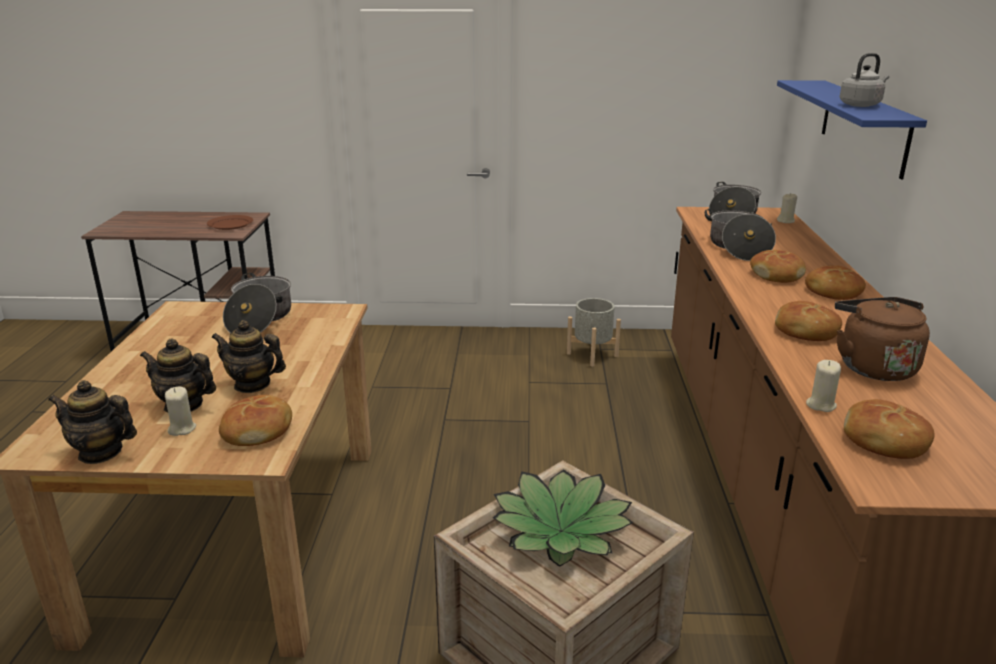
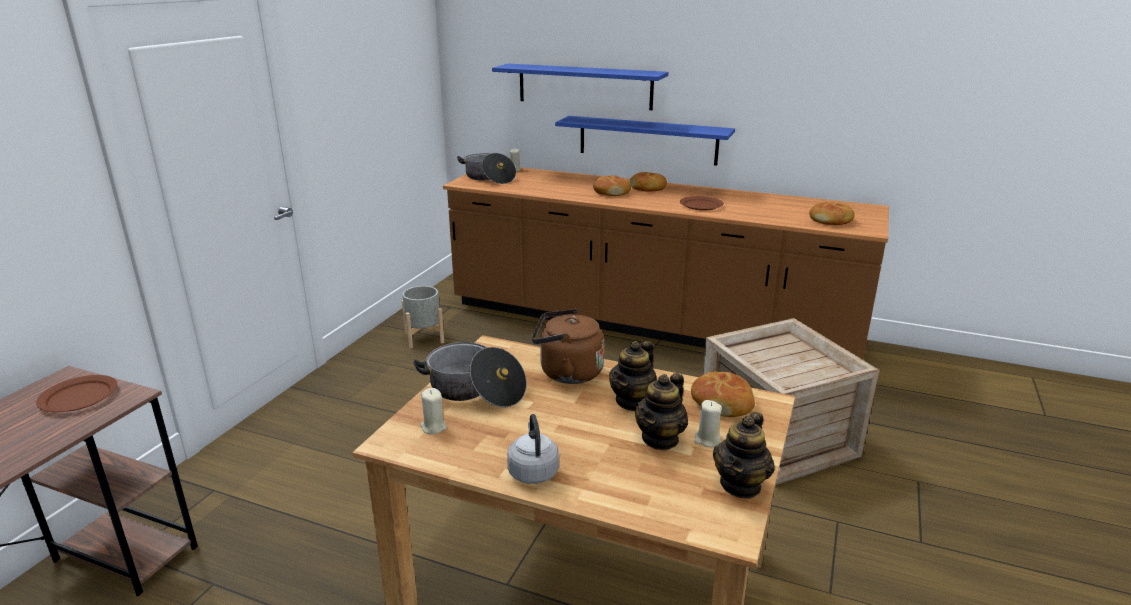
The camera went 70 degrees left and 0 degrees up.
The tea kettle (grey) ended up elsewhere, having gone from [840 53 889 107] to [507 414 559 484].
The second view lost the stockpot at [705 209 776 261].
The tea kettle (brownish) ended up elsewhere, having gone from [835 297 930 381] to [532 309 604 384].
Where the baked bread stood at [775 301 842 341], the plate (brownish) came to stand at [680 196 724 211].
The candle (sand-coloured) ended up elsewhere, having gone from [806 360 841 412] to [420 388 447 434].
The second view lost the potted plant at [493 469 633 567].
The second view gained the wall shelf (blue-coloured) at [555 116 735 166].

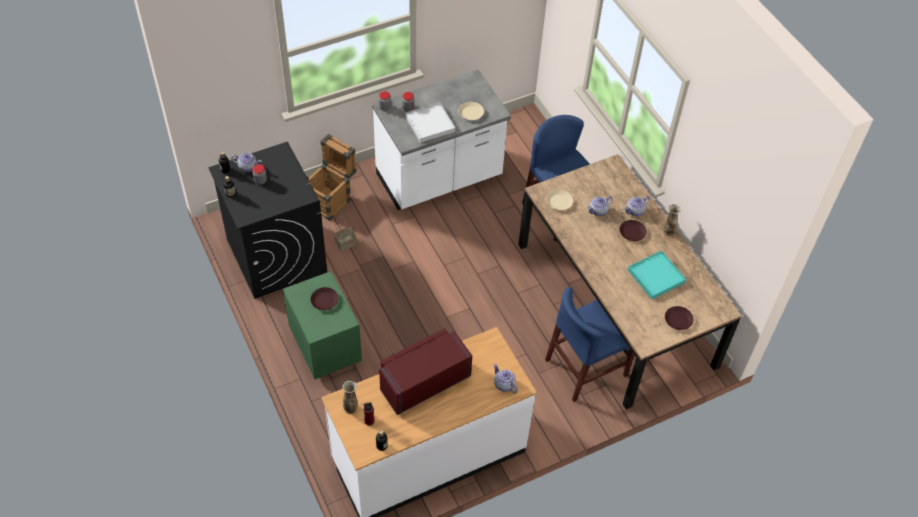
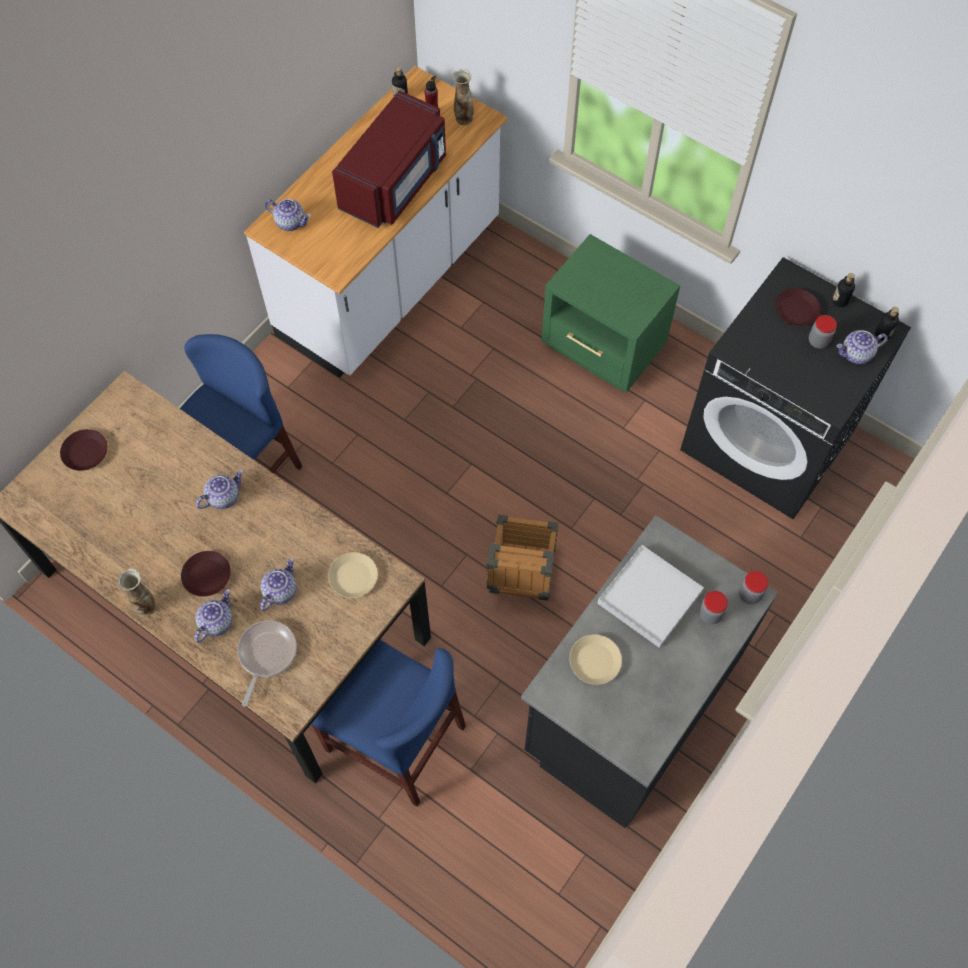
The camera went 155 degrees right and 10 degrees up.
What was the kitchen counter (white-coloured) at [372 70 511 210] turned into the kitchen counter (blackish) at [521 515 778 828].
The packing crate ended up elsewhere, having gone from [309 134 357 221] to [486 515 558 601].
The second view lost the basket at [334 216 356 251].
The second view lost the carrying tray (blue-green) at [628 251 686 299].
The plate (brownish) ended up elsewhere, having gone from [310 287 339 310] to [774 288 821 326].
The second view gained the teapot at [196 470 243 509].
The second view gained the frying pan at [237 620 297 707].

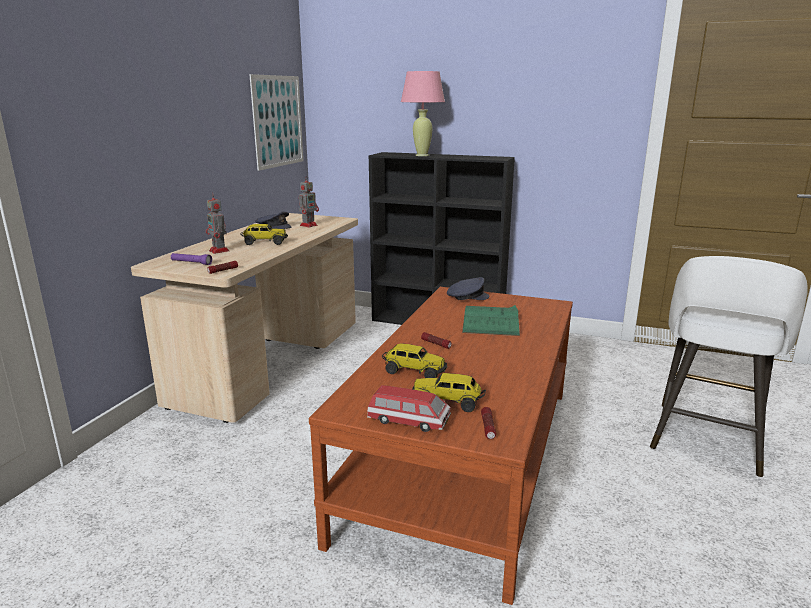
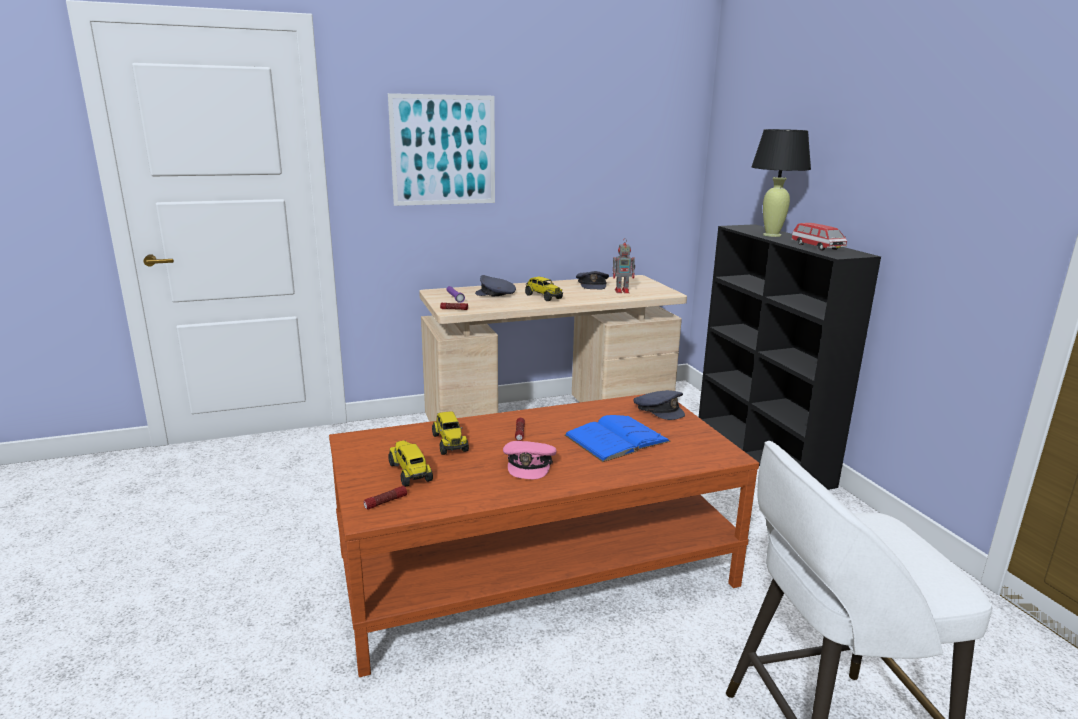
The camera went 50 degrees right and 0 degrees up.
What was the lamp for a table (pink-coloured) at [401 71 445 156] turned into the lamp for a table (blackish) at [751 129 811 237].
The wall picture ended up elsewhere, having gone from [249 74 303 171] to [388 93 495 206].
Where the robot figure stood at [206 193 229 254], the peaked cap (grey) came to stand at [475 275 516 296].
What was the bound book (green) at [462 305 520 336] turned into the bound book (blue-coloured) at [564 415 671 462].
The miniature car ended up elsewhere, having gone from [367 385 451 432] to [792 223 847 251].
The second view gained the peaked cap (pink-coloured) at [503 441 556 479].

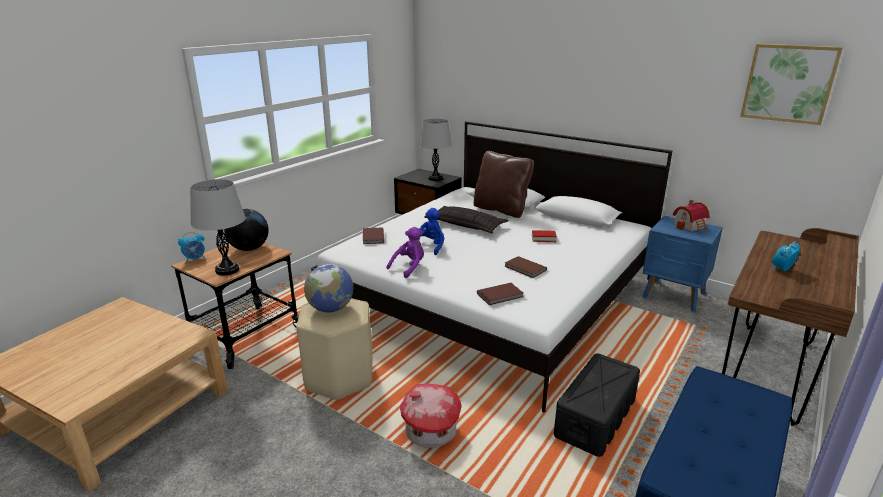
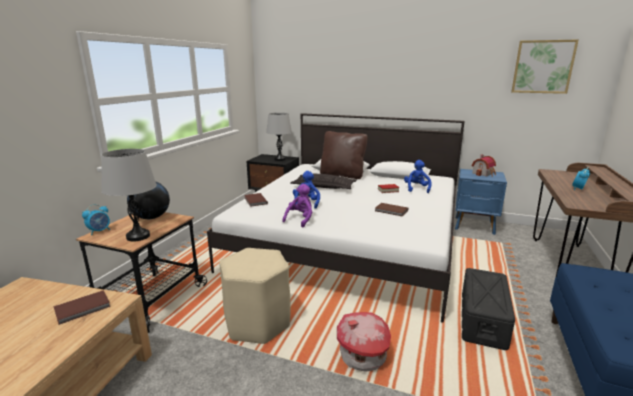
The camera went 15 degrees left and 5 degrees down.
The second view lost the globe at [304 264 353 312].
The bound book (brownish) ended up elsewhere, having gone from [477 283 523 305] to [54 290 111 325].
The second view gained the soft toy (blue-coloured) at [404 160 432 193].

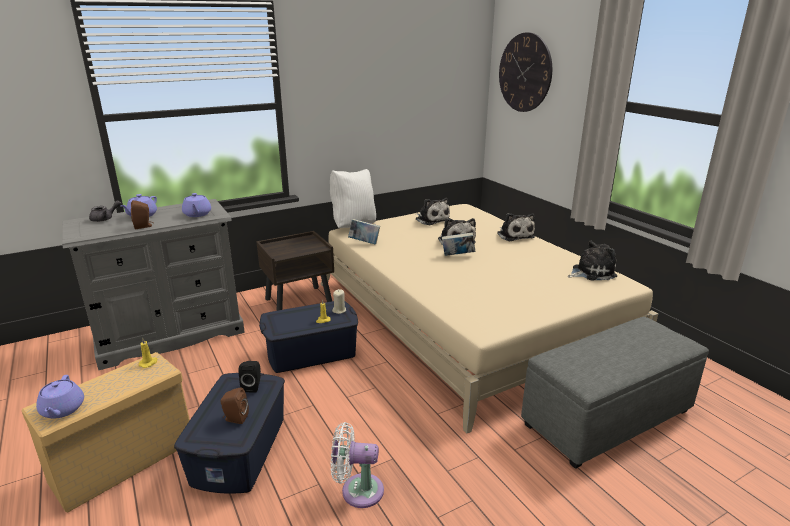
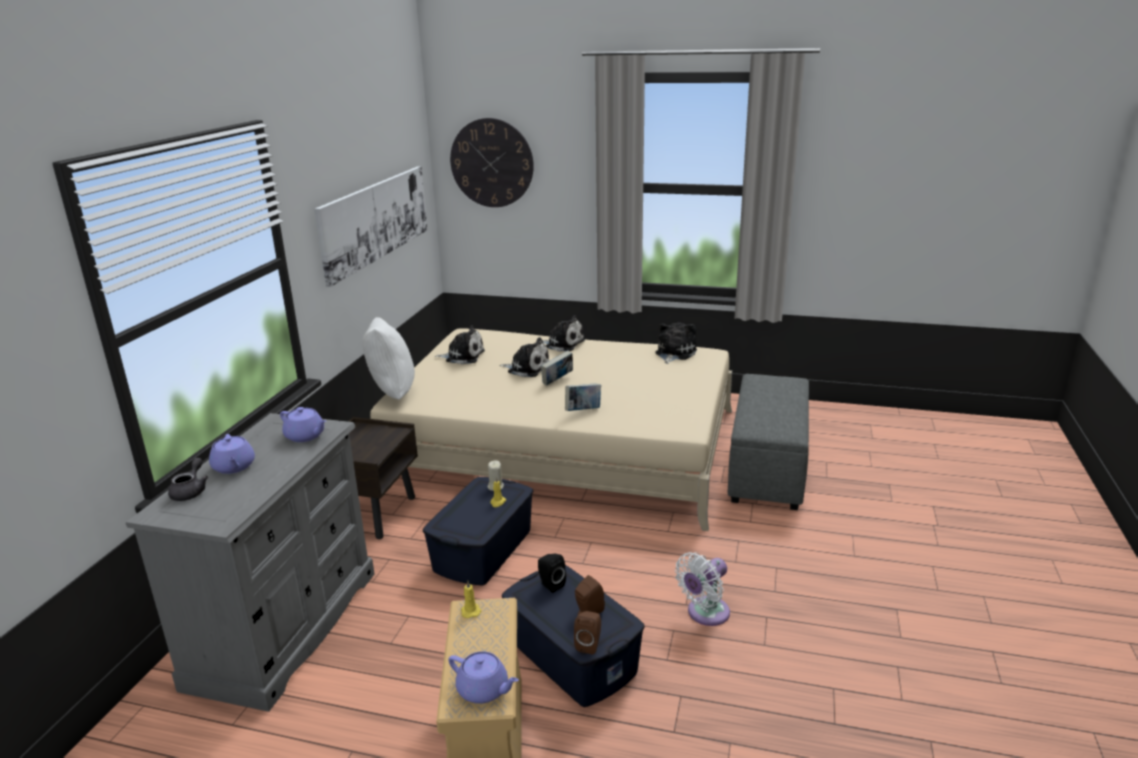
The camera went 45 degrees left and 0 degrees up.
The speaker (brownish) ended up elsewhere, having gone from [131 200 153 229] to [574 611 601 655].
The bound book ended up elsewhere, having gone from [348 219 380 245] to [565 383 601 411].
The second view gained the wall picture at [314 166 427 287].

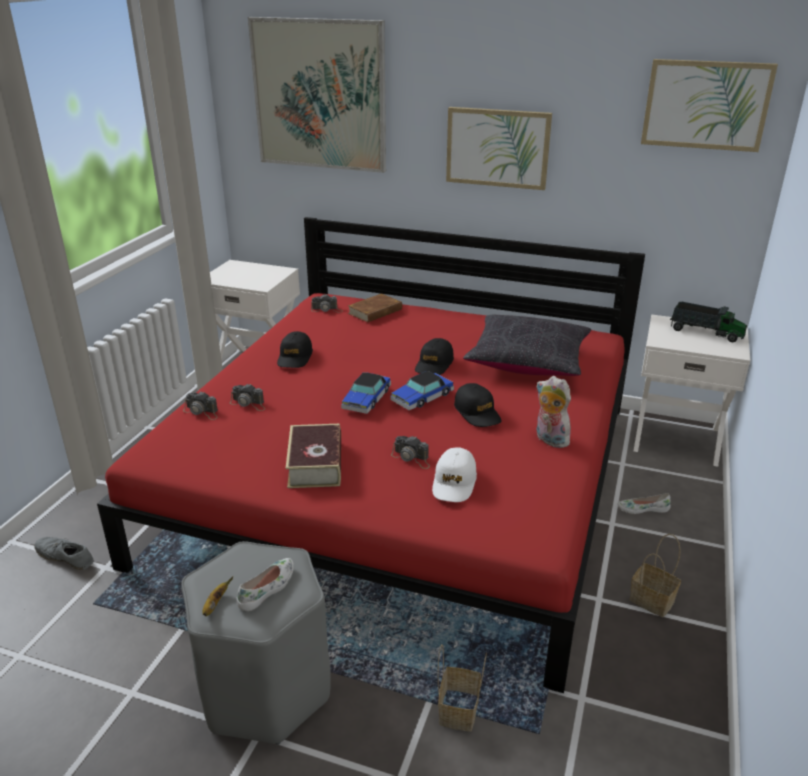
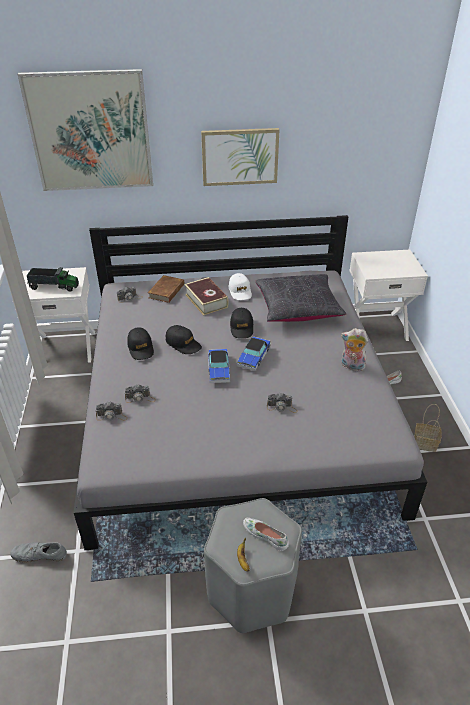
The camera went 25 degrees left and 10 degrees up.
The second view lost the wall picture at [641 59 778 152].
What was the bed (red-coloured) at [97 217 645 693] turned into the bed (grey) at [74 215 427 550].
The toy lorry ended up elsewhere, having gone from [670 302 747 343] to [27 267 79 292].
The peaked cap (blackish) ended up elsewhere, having gone from [454 383 501 427] to [166 325 202 354].
The bound book ended up elsewhere, having gone from [286 424 341 488] to [185 277 229 316].
The peaked cap (white-coloured) ended up elsewhere, having gone from [432 447 477 502] to [229 273 252 300].
The shoe (white-coloured) at [237 558 294 611] ended up facing another way, 60 degrees counterclockwise from before.
The second view lost the basket at [438 644 487 732].

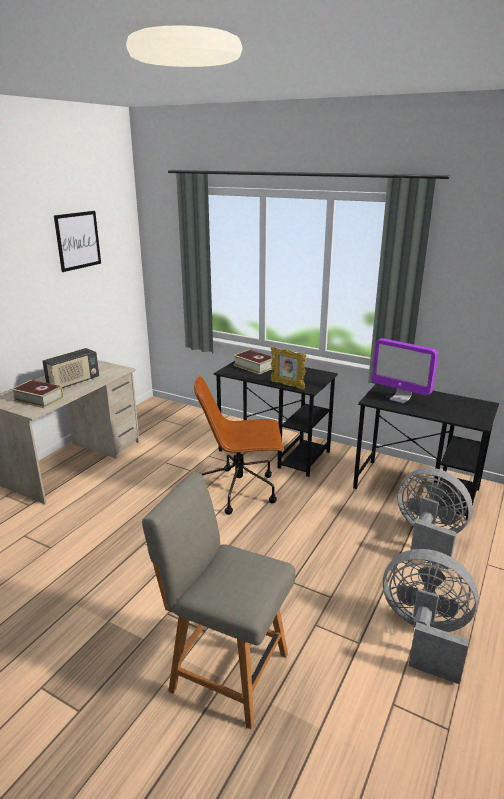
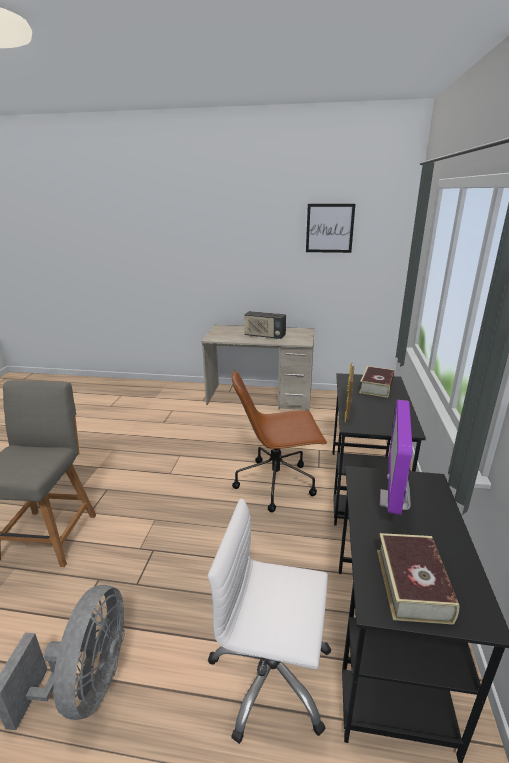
The camera went 70 degrees right and 0 degrees up.
The desk chair (brownish) at [194 375 284 515] ended up facing another way, 75 degrees counterclockwise from before.
The bound book ended up elsewhere, having gone from [11 380 64 408] to [377 533 459 625].
Where the fan (grey) stood at [397 468 473 569], the desk chair (white-coloured) came to stand at [208 499 331 744].

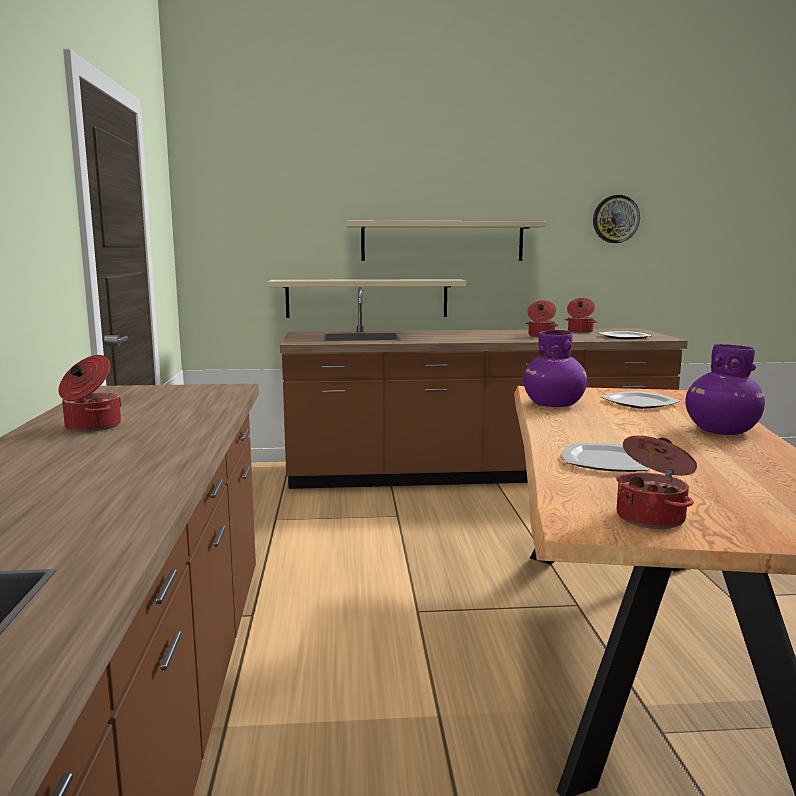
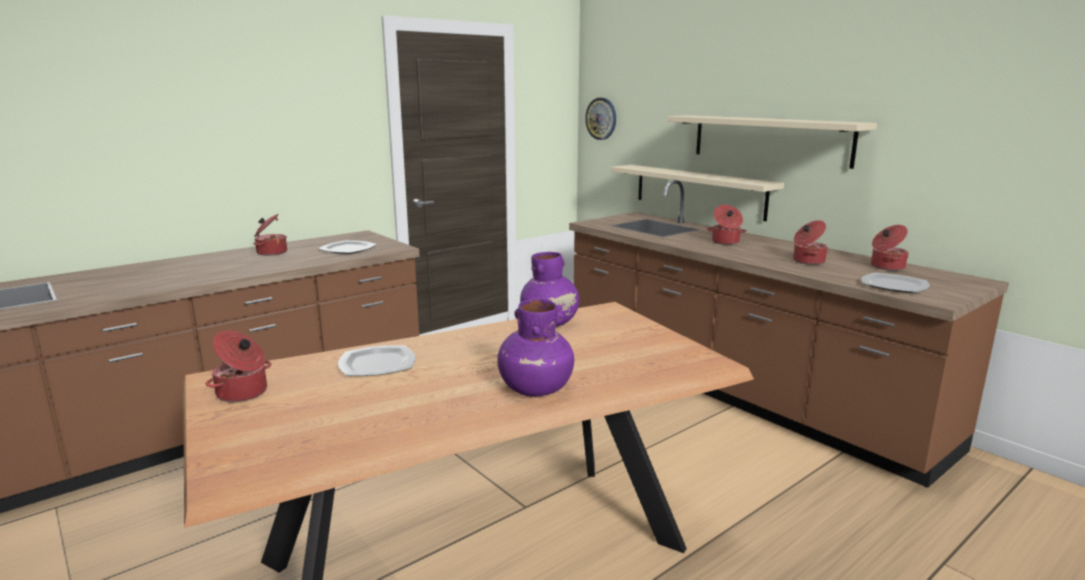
The camera went 55 degrees right and 5 degrees up.
The wall clock ended up elsewhere, having gone from [593 195 640 243] to [585 98 616 140].
The plate ended up elsewhere, having gone from [600 391 680 409] to [318 240 377 254].
The second view gained the stockpot at [707 205 747 245].

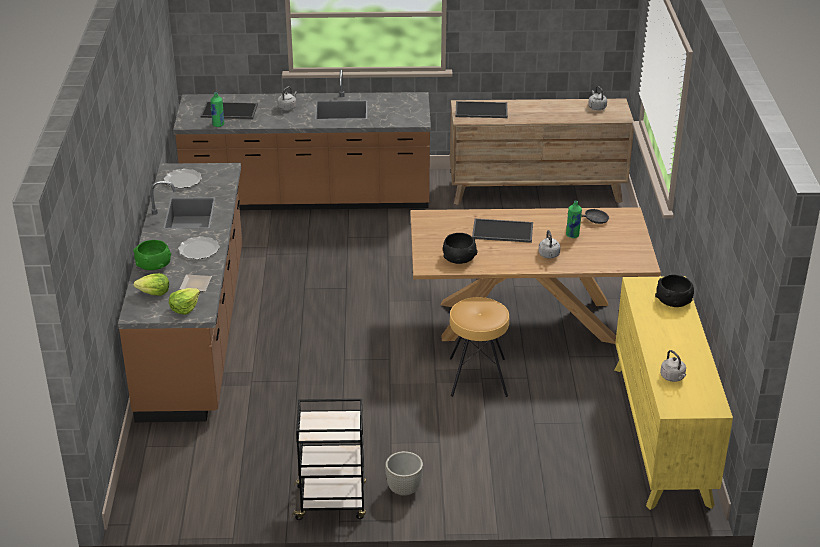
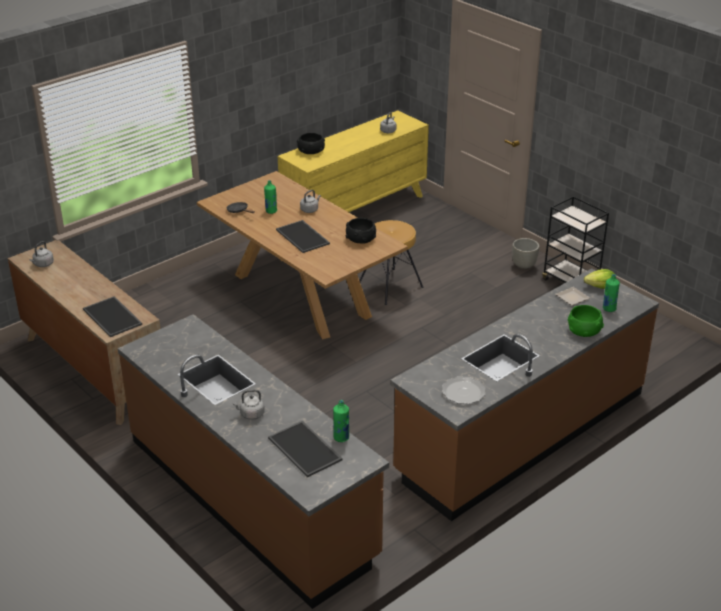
The camera went 130 degrees left and 0 degrees up.
The second view lost the plate at [178 236 220 259].
Where the head of lettuce stood at [134 273 169 296], the beverage bottle (green) came to stand at [603 274 620 312].

